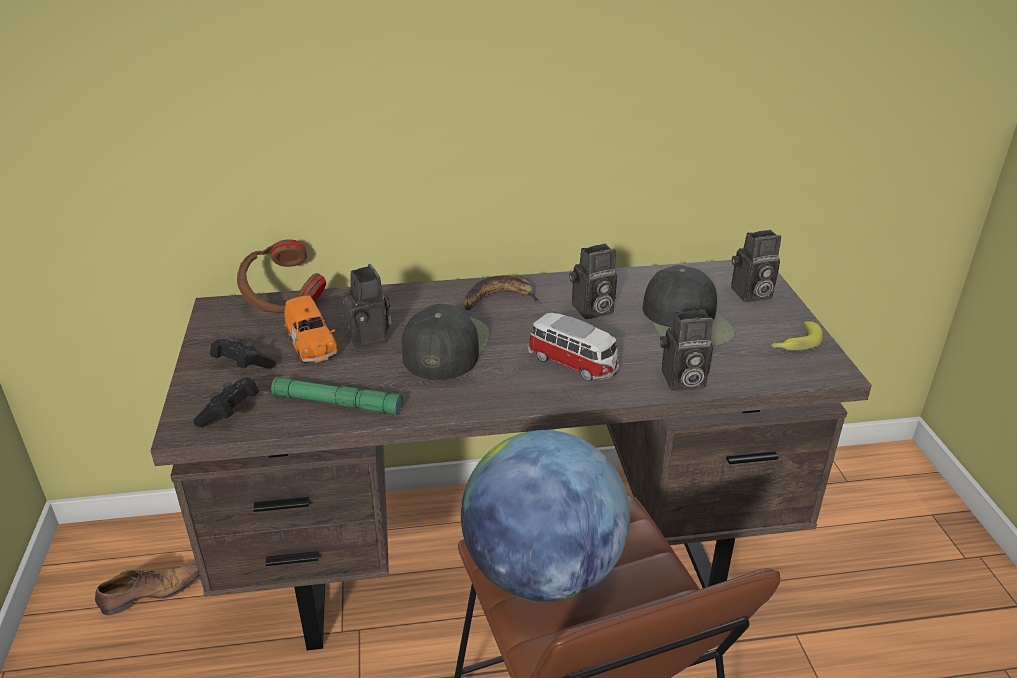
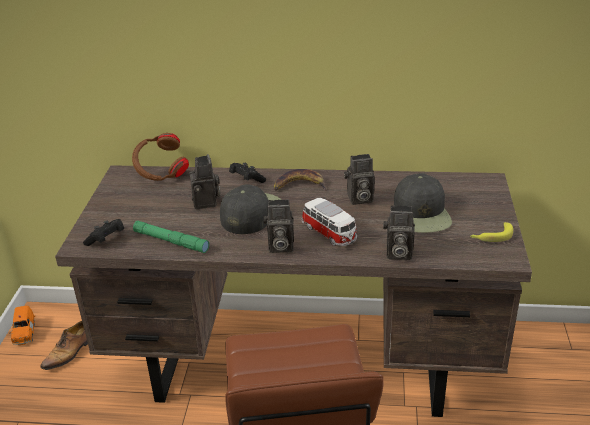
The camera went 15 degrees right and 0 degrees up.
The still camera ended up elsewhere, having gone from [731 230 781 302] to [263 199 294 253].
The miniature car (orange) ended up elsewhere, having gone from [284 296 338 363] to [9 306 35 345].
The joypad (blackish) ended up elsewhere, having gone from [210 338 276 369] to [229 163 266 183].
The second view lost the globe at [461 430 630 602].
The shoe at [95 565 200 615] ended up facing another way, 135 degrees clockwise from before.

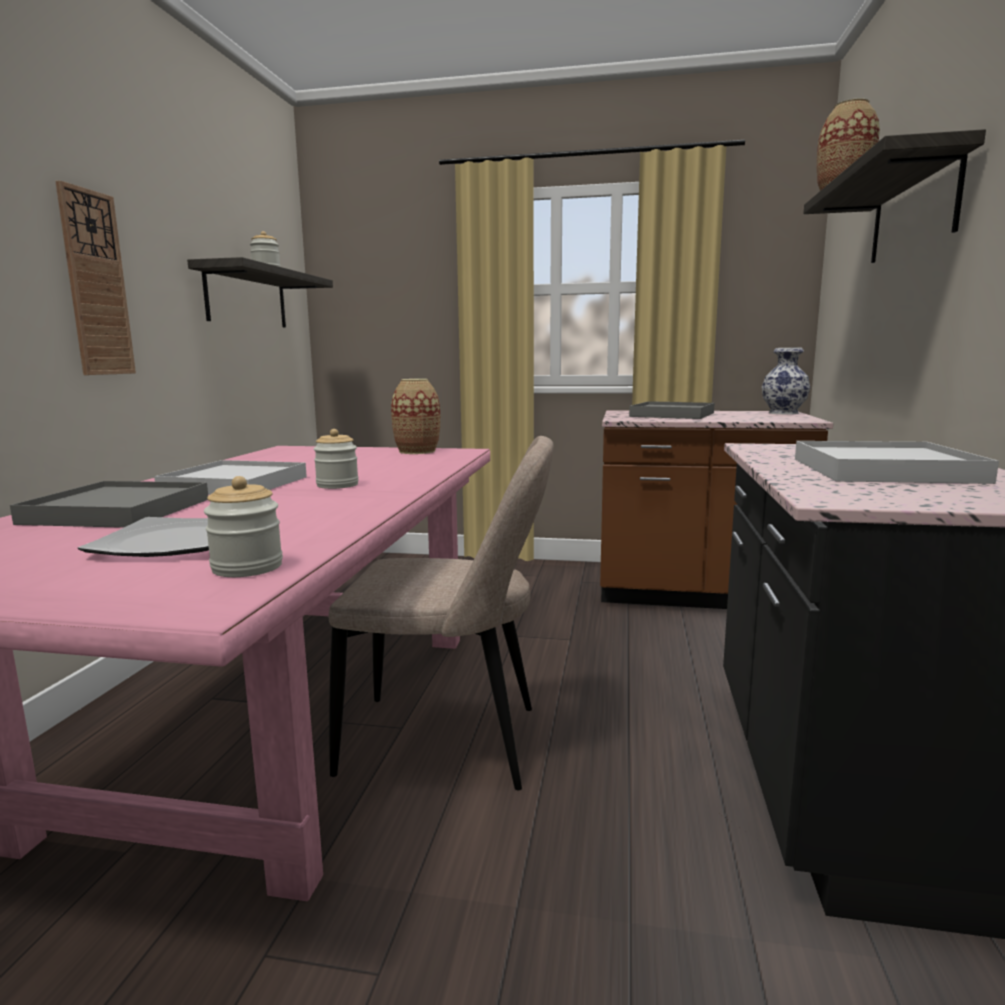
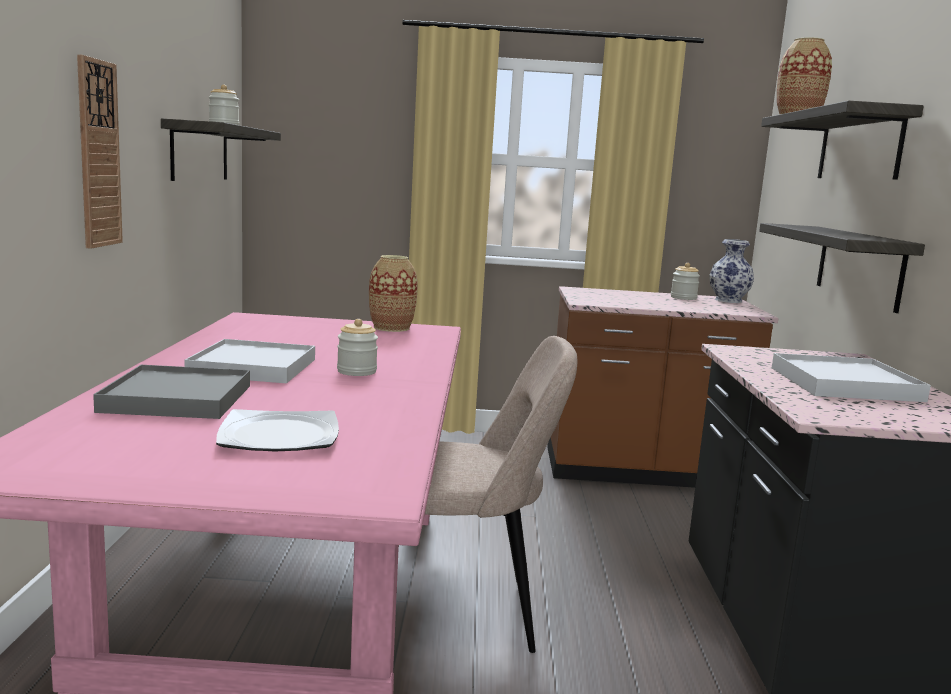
The camera went 10 degrees left and 0 degrees up.
The second view lost the carrying tray (grey) at [629 401 715 419].
The preserve jar ended up elsewhere, having gone from [204 476 283 577] to [671 263 700 300].
The second view gained the wall shelf at [759 223 925 313].

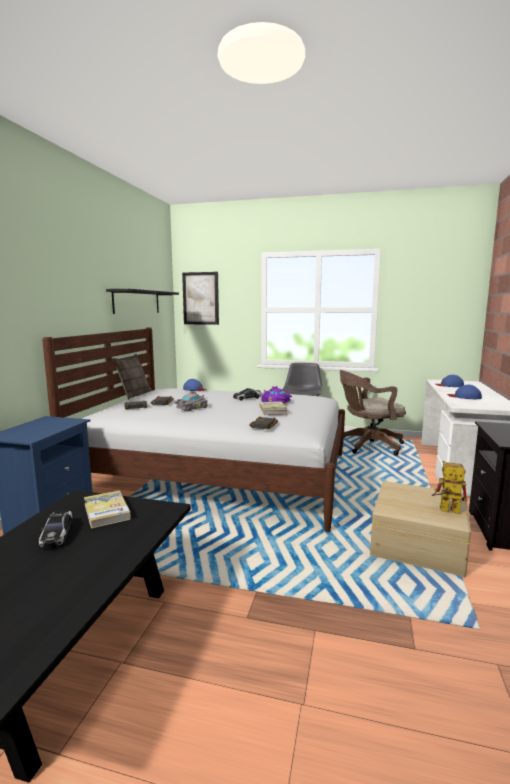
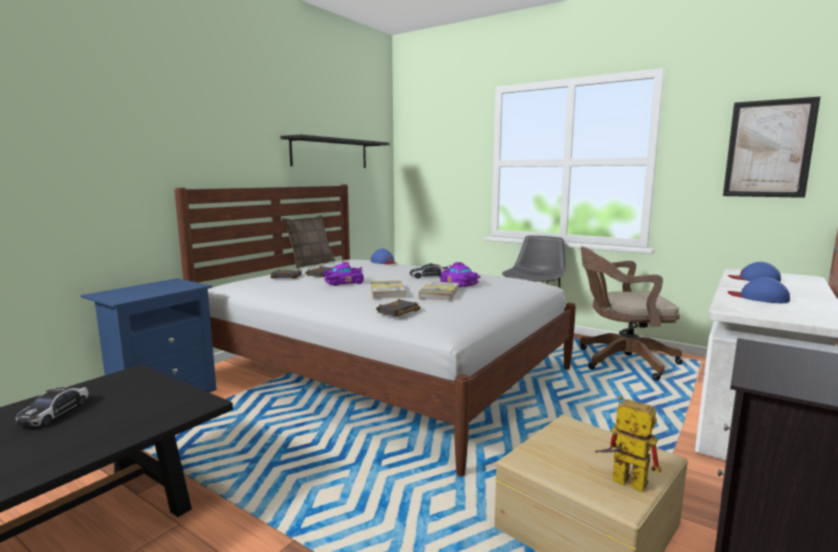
The camera went 20 degrees right and 0 degrees up.
The wall picture ended up elsewhere, having gone from [182 272 219 325] to [723 97 820 198].
What was the miniature car (grey) at [175 391 208 411] turned into the miniature car (purple) at [322 261 364 286].
The bound book ended up elsewhere, having gone from [84 490 131 528] to [371 280 406 299].

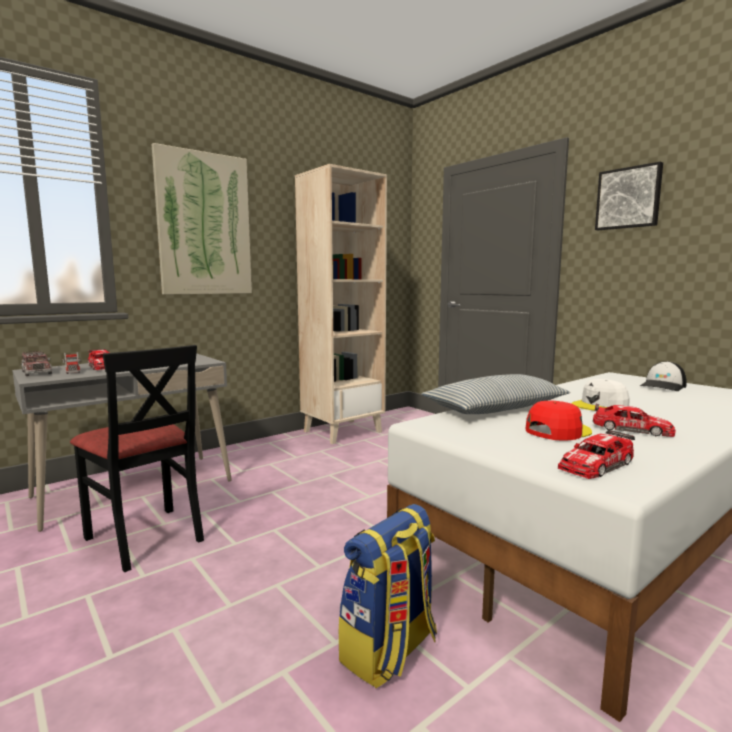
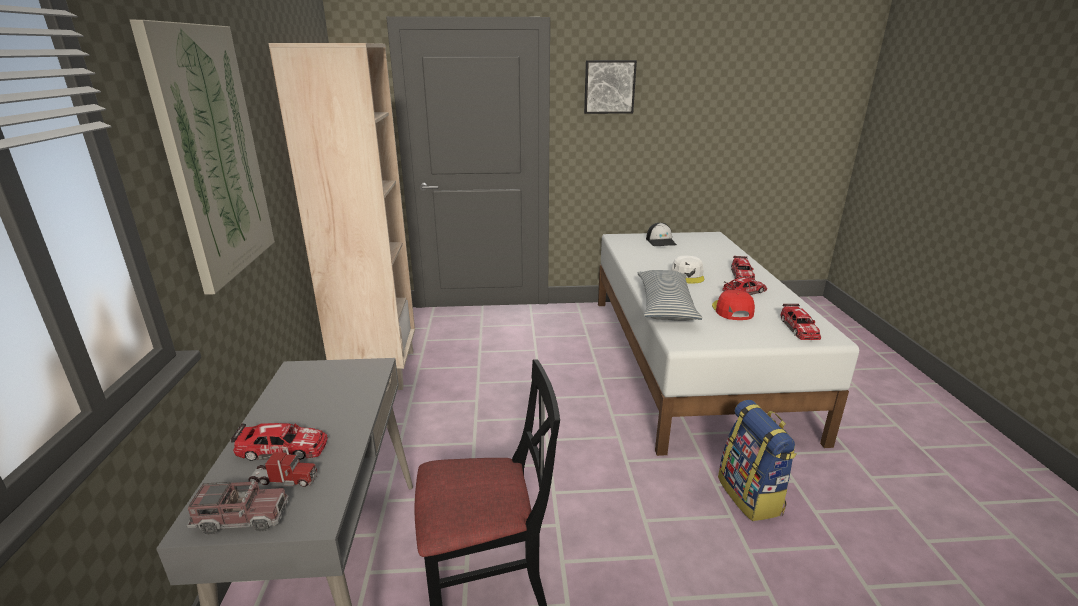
The camera went 55 degrees left and 15 degrees up.
The second view gained the miniature car at [731 256 755 280].

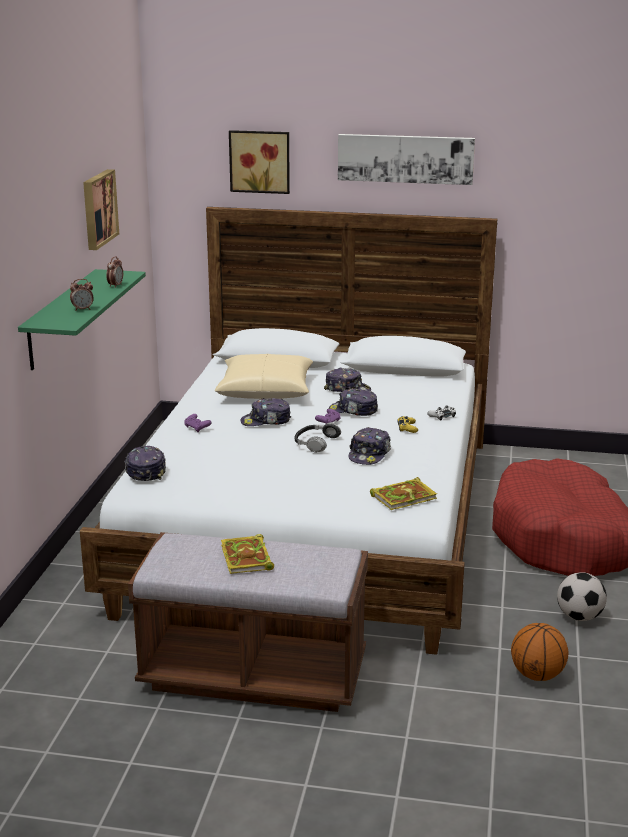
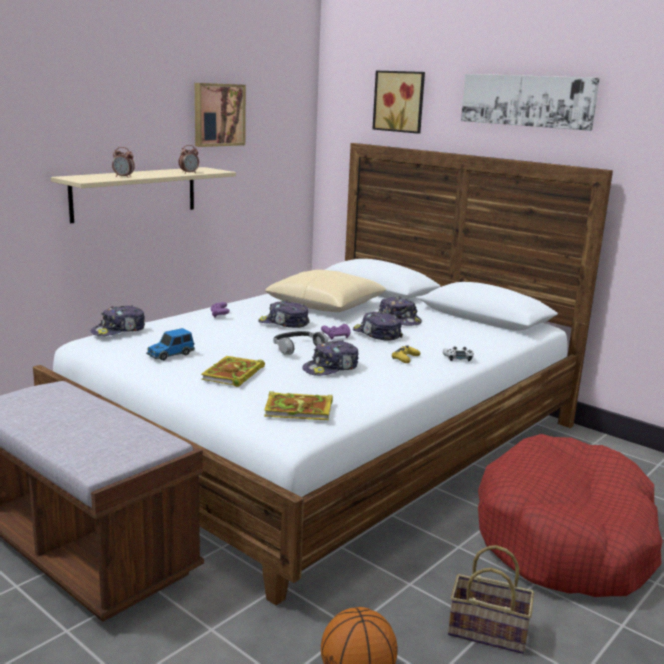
The camera went 30 degrees right and 5 degrees down.
What was the wall shelf (green) at [18 269 146 370] turned into the wall shelf (sand-coloured) at [51 167 236 223].
The peaked cap at [124 446 166 481] ended up facing another way, 150 degrees counterclockwise from before.
The bound book ended up elsewhere, having gone from [221 534 274 574] to [201 356 265 387].
Where the football stood at [557 572 607 621], the basket came to stand at [448 545 534 654].
The second view gained the miniature car at [146 328 195 360].

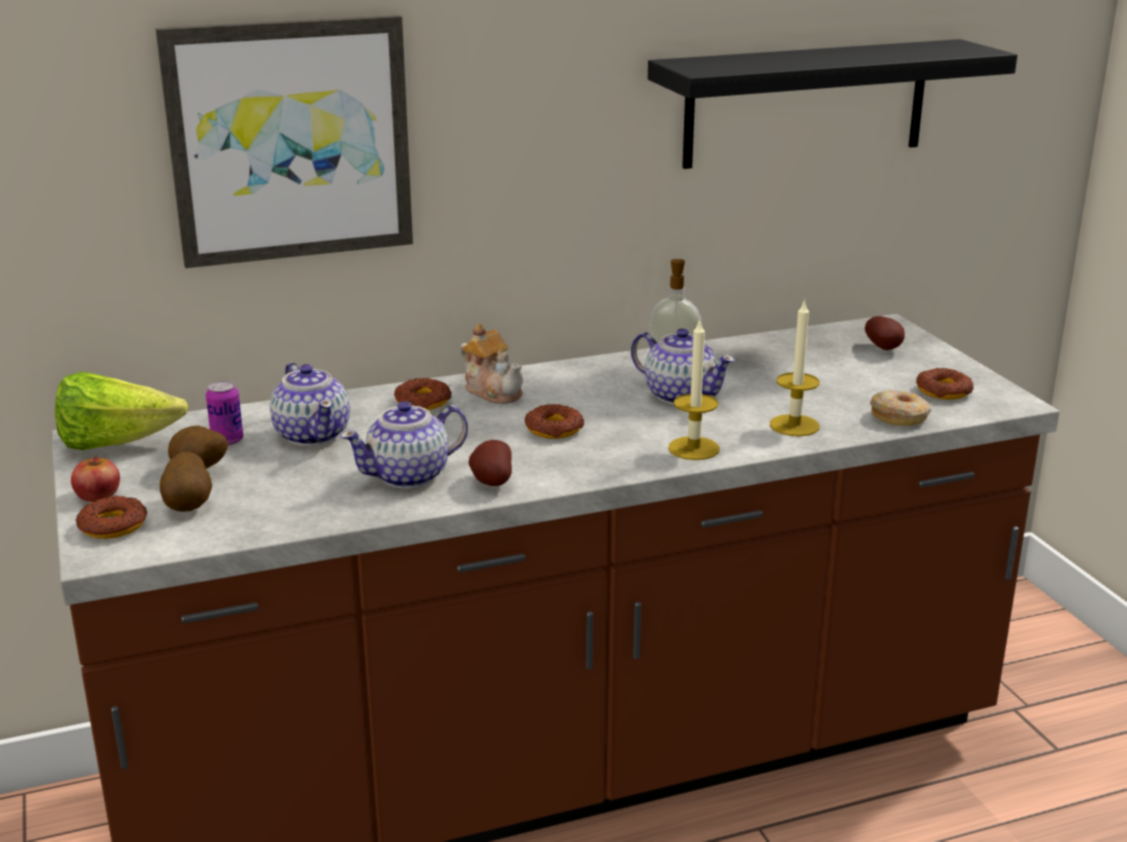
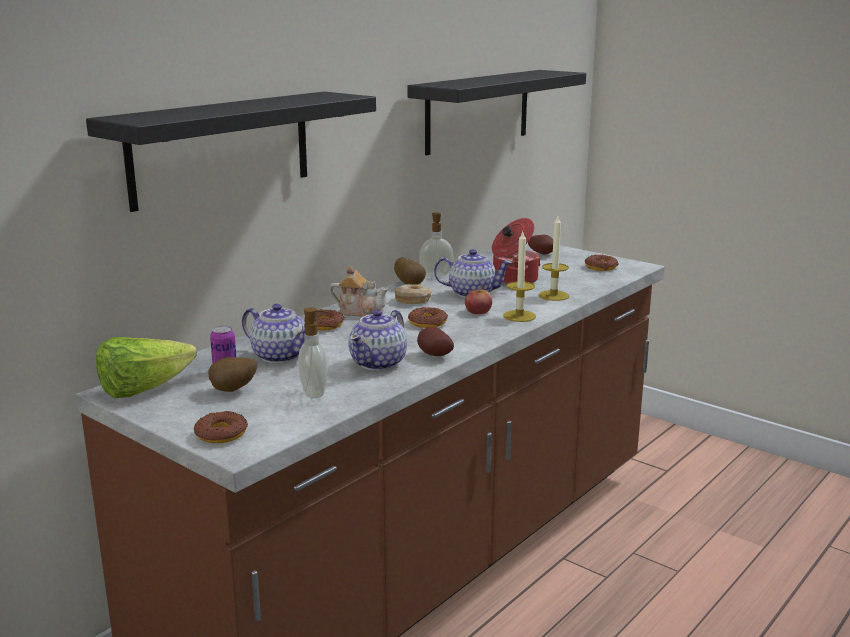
The camera went 30 degrees left and 5 degrees down.
Where the wall picture hung at [156 15 413 268], the wall shelf (blackish) came to hang at [86 92 376 212].
The ring doughnut ended up elsewhere, having gone from [870 390 931 426] to [394 284 432 304].
The potato ended up elsewhere, having gone from [160 452 212 512] to [394 257 426 284].
The apple fruit ended up elsewhere, having gone from [71 455 120 502] to [465 287 492 314].
The second view gained the stockpot at [492 218 541 285].
The second view gained the liquid soap bottle at [298 307 328 399].

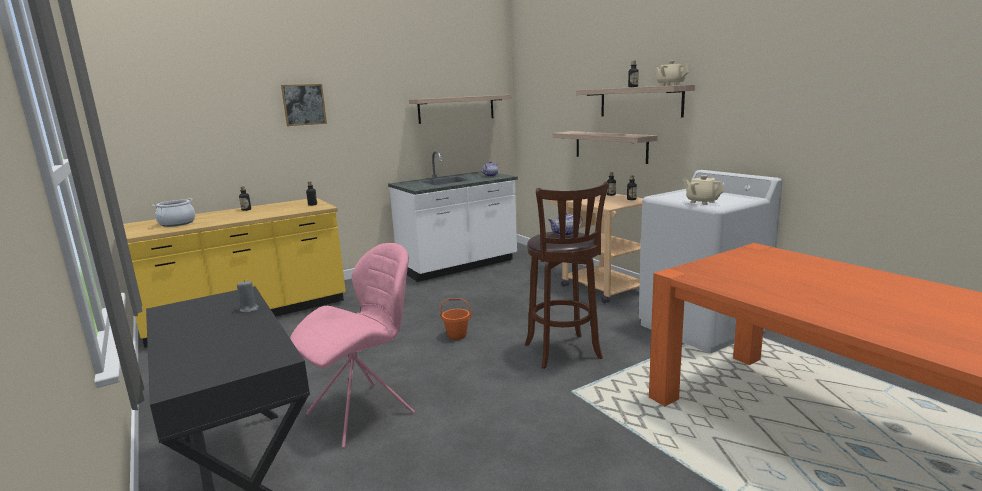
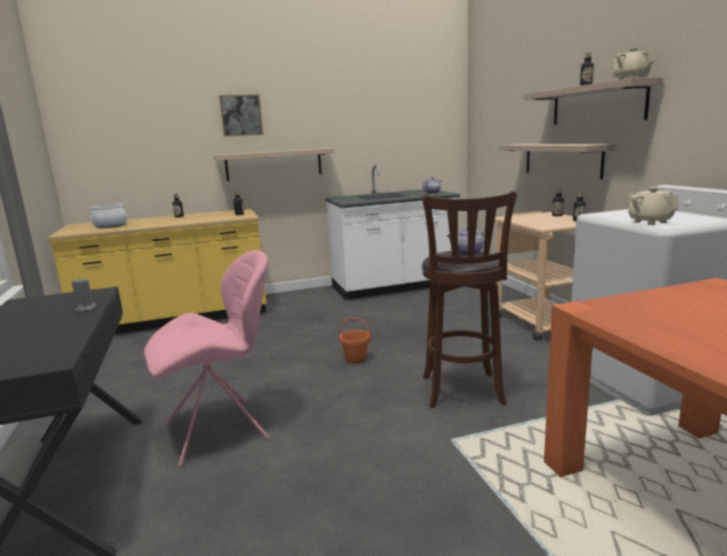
The camera went 15 degrees right and 0 degrees up.
The wall shelf ended up elsewhere, having gone from [409 95 511 124] to [214 148 335 181].

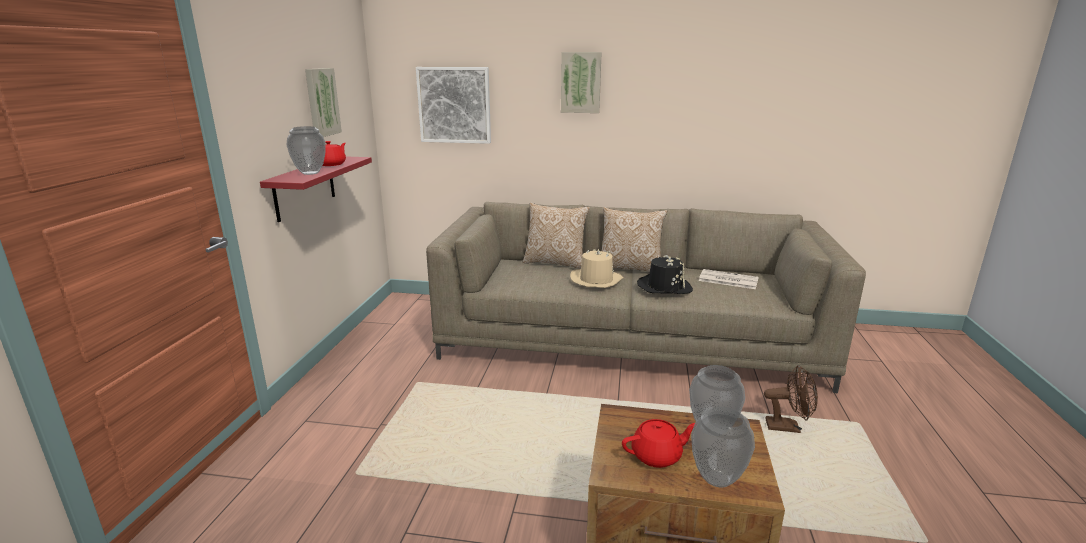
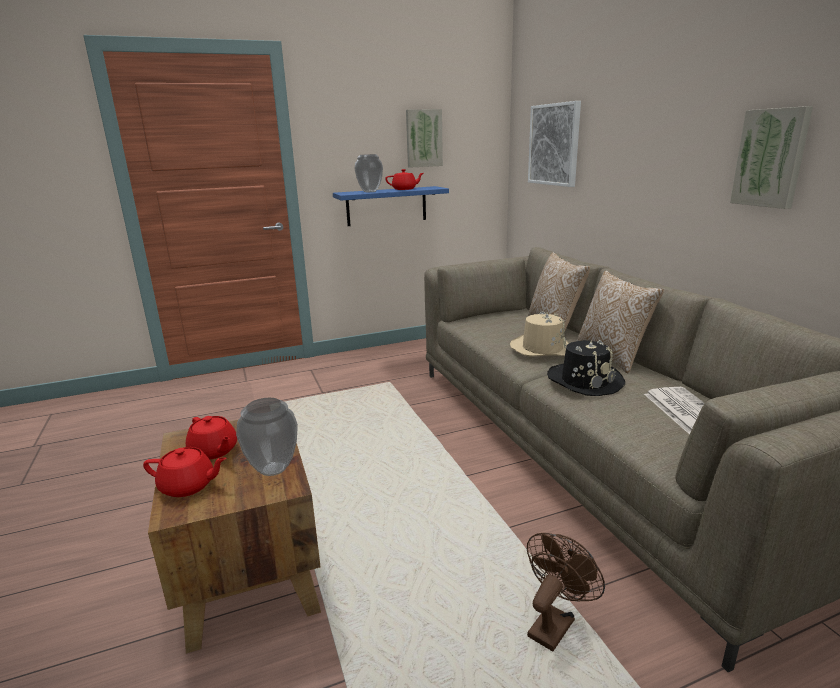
The camera went 60 degrees right and 0 degrees up.
The wall picture ended up elsewhere, having gone from [561 52 602 113] to [730 106 813 209].
What was the wall shelf (red-coloured) at [260 157 372 222] turned into the wall shelf (blue-coloured) at [333 186 449 226].
The fan (brownish) at [764 365 818 433] ended up facing another way, 120 degrees counterclockwise from before.
Where the decorative vase stood at [691 407 755 487], the teapot (red-coloured) came to stand at [143 447 227 497].

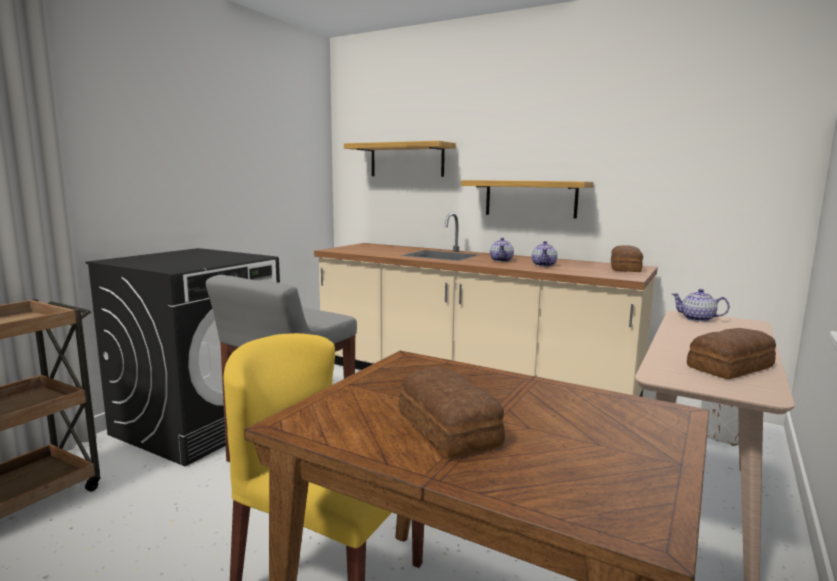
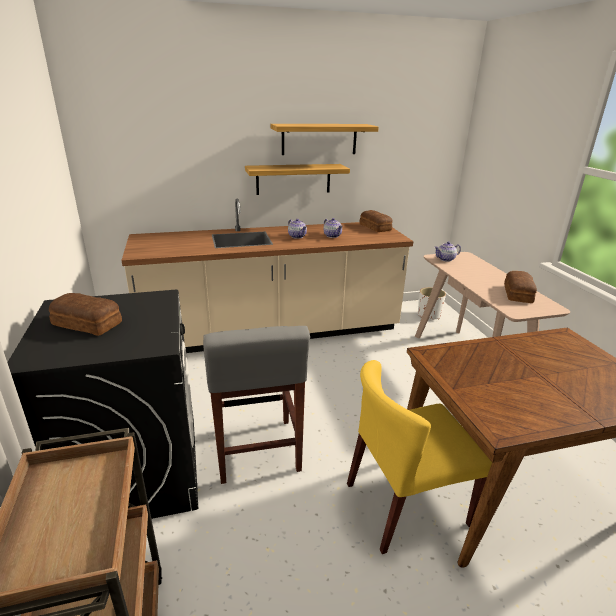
The camera went 45 degrees left and 15 degrees up.
The wall shelf ended up elsewhere, having gone from [344 141 456 177] to [271 124 379 155].
The baked bread ended up elsewhere, having gone from [399 367 505 458] to [49 293 122 336].

